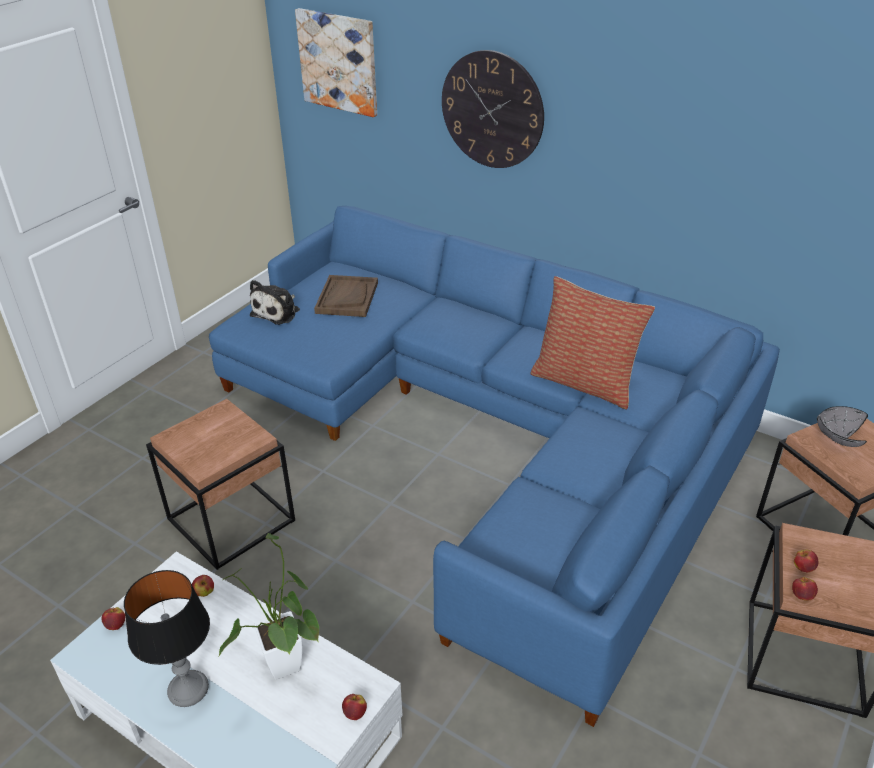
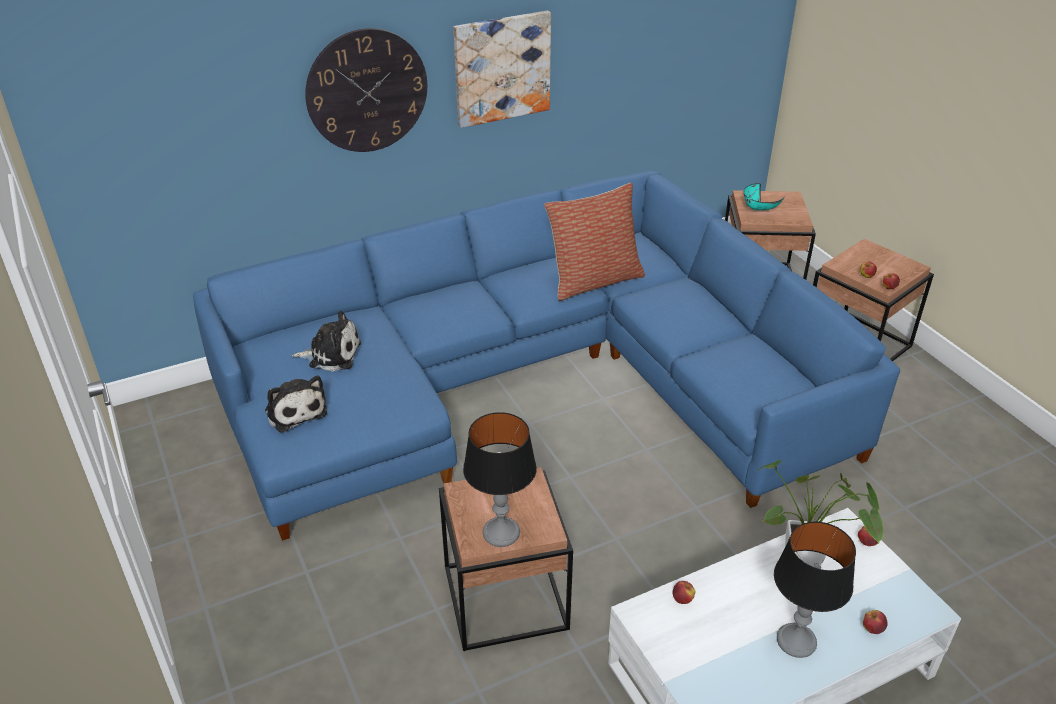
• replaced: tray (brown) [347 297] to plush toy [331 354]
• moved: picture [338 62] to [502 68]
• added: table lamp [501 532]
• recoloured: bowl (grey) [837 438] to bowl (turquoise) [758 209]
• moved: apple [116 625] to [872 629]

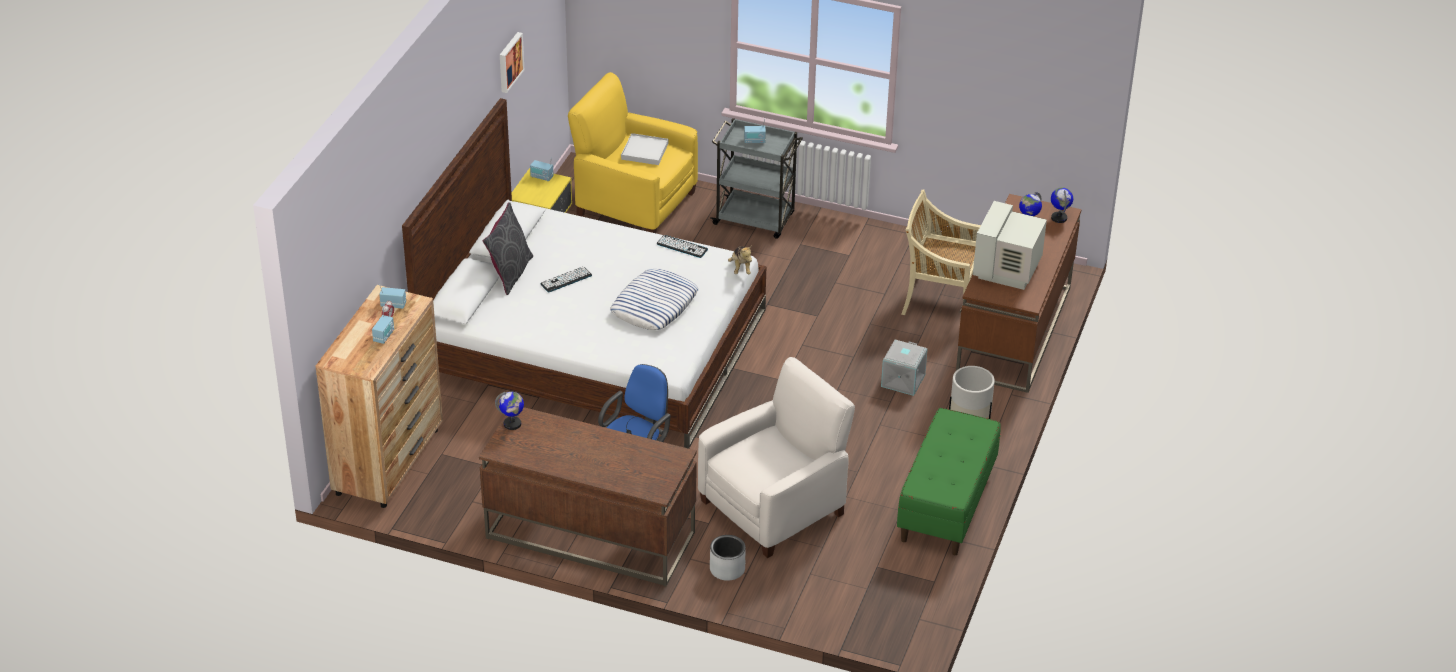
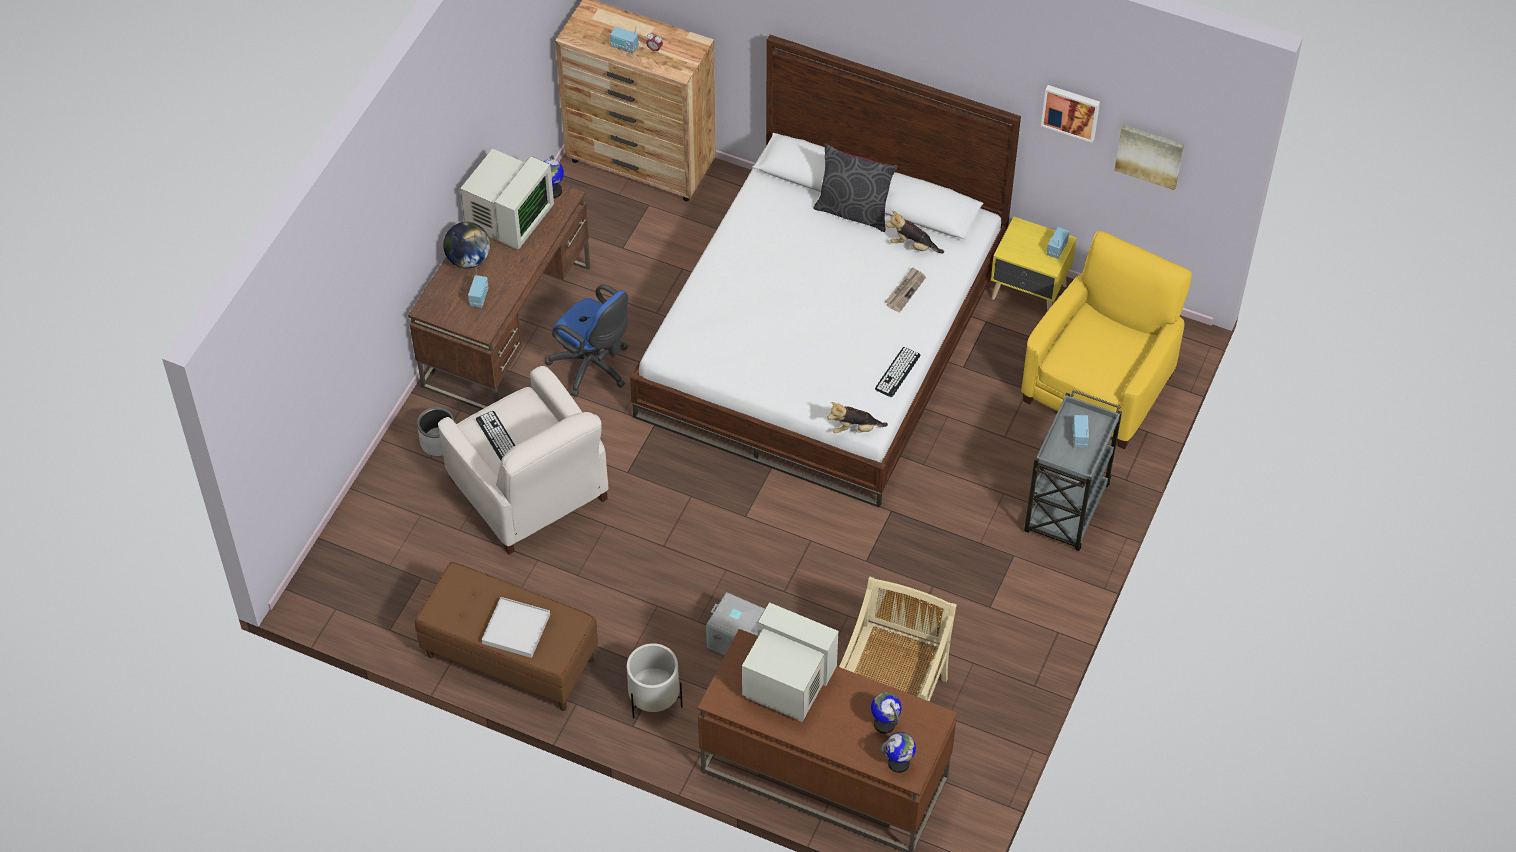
• recoloured: bench (green) [947 505] to bench (brown) [510 657]
• added: globe [468 259]
• added: monitor [508 220]
• moved: radio [393 304] to [479 297]
• moved: keyboard [566 280] to [498 437]
• moved: tray (white) [645 151] to [516 629]
• added: newspaper [905 290]
• added: plush toy [913 246]
• added: picture [1149 155]
• removed: pillow [654 305]

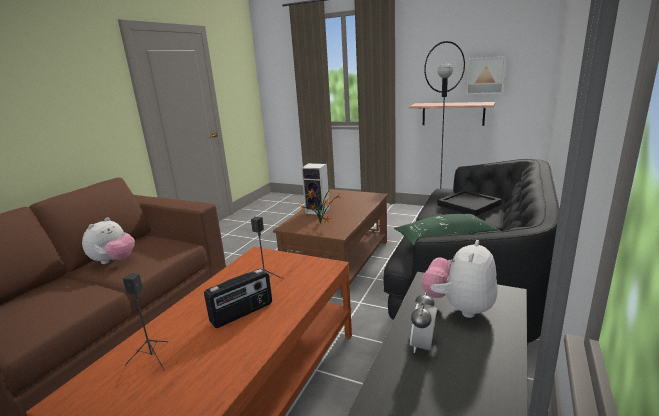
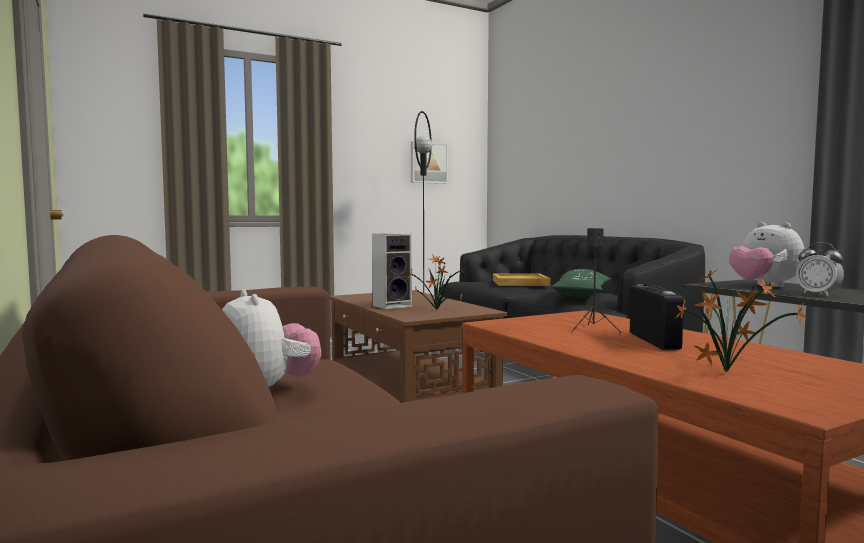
• recoloured: tray (black) [469 205] to tray (beige) [521 282]
• replaced: speaker (black) [153 358] to potted plant [728 372]
• removed: shelf [453 114]

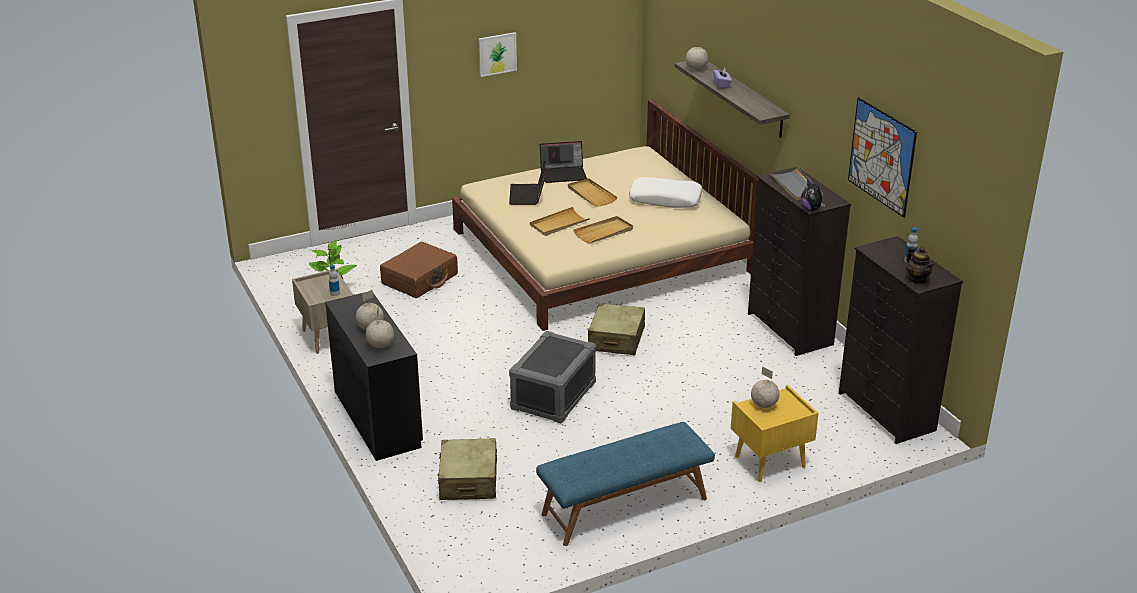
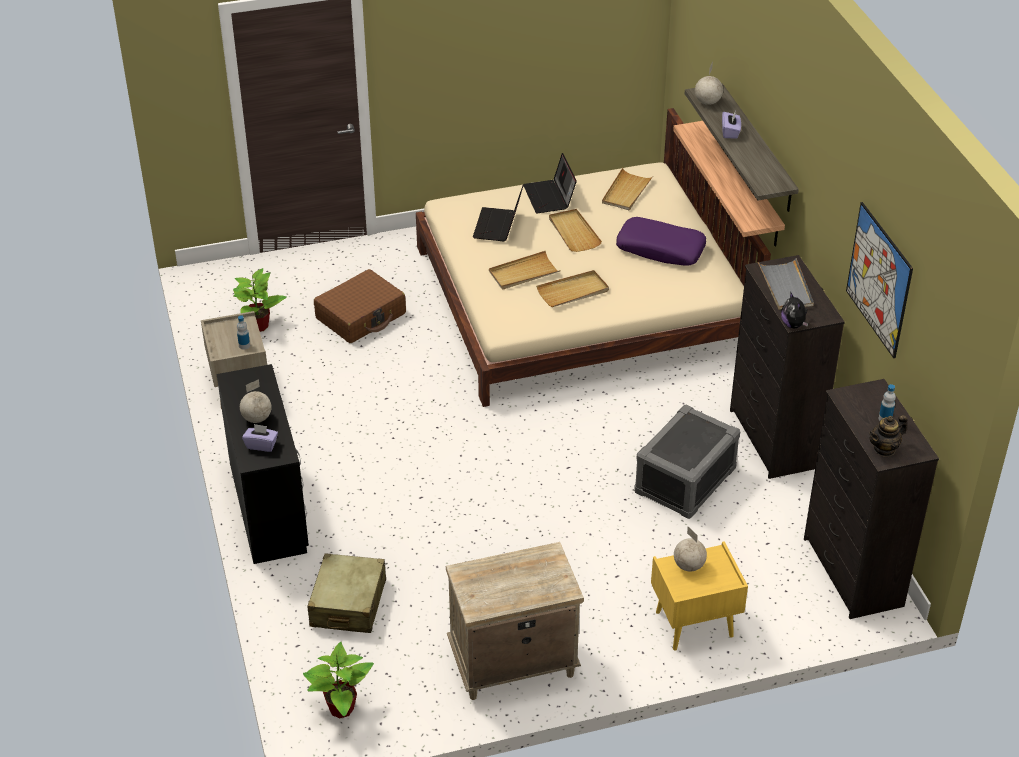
• replaced: globe [380 346] to tissue box (purple) [261 445]
• added: potted plant [340 709]
• replaced: bench (blue) [625 507] to nightstand (beige) [512 663]
• turned: laptop [564 174] = [550 197] 75 degrees clockwise
• added: tray (beige) [626 192]
• recoloured: pillow (white) [665 199] to pillow (purple) [661 249]
• moved: storage box (grey) [553 396] to [685 481]
• added: shelf [745 184]
• turned: teapot [917 279] = [884 449] 75 degrees clockwise
• removed: picture [497 54]
• removed: suitcase (beige) [616 339]

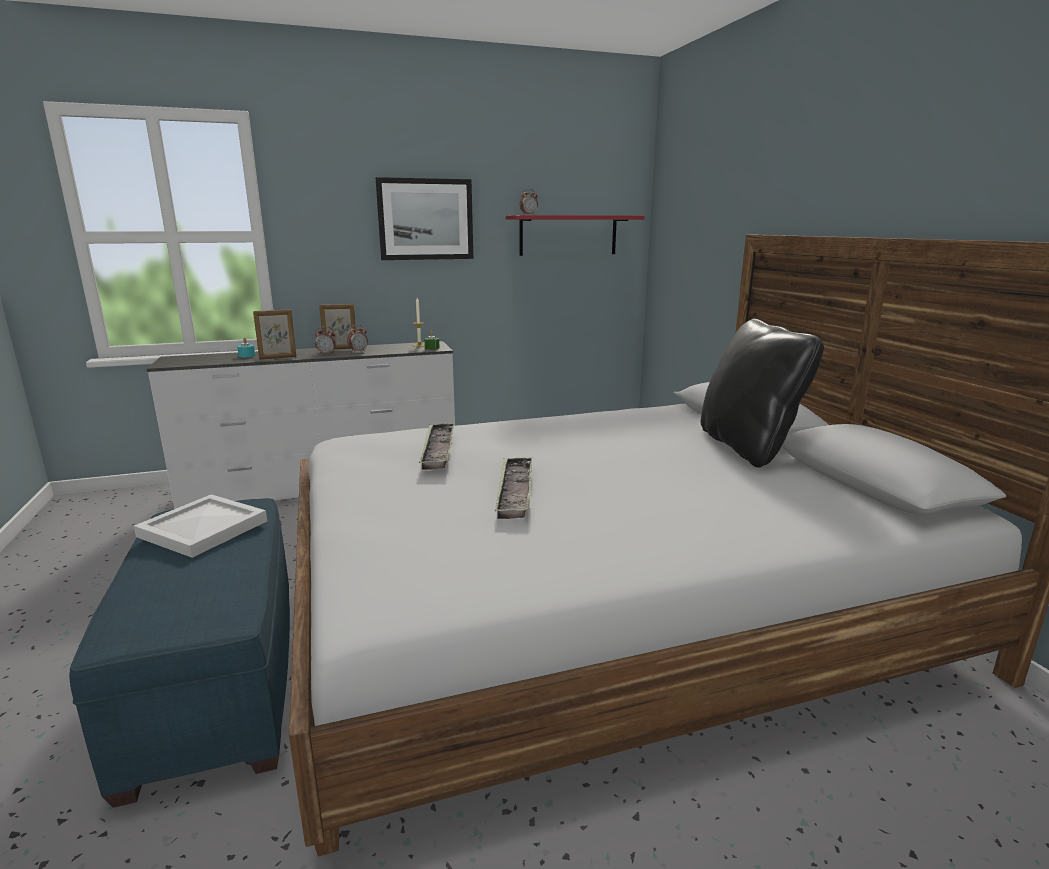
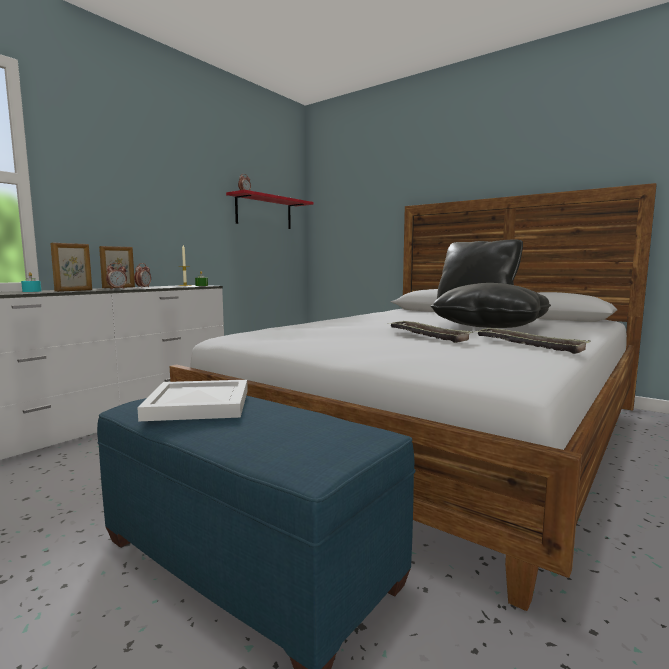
• added: pillow (black) [490 326]
• moved: tray [438 450] to [527 345]
• removed: picture [425 219]

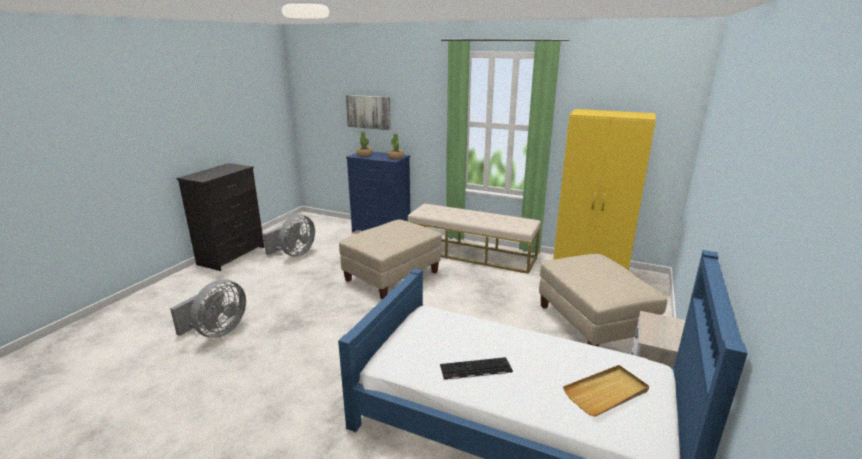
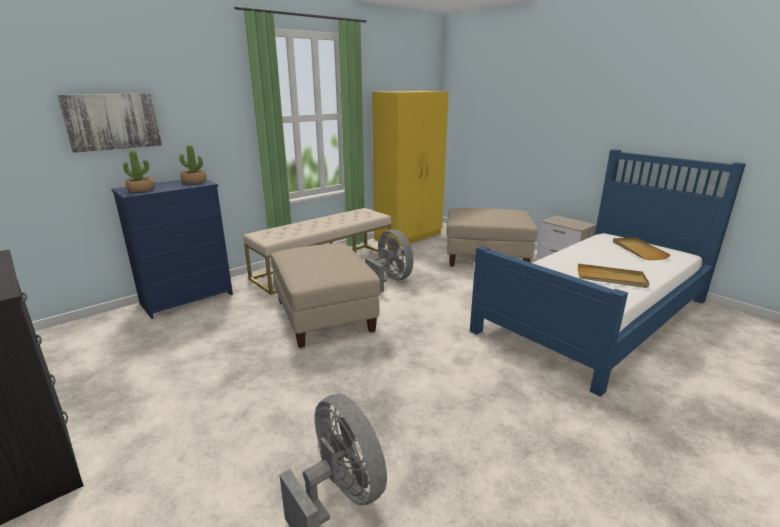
• moved: fan (grey) [294 254] to [390 280]
• replaced: keyboard [475 369] to tray (beige) [611 278]

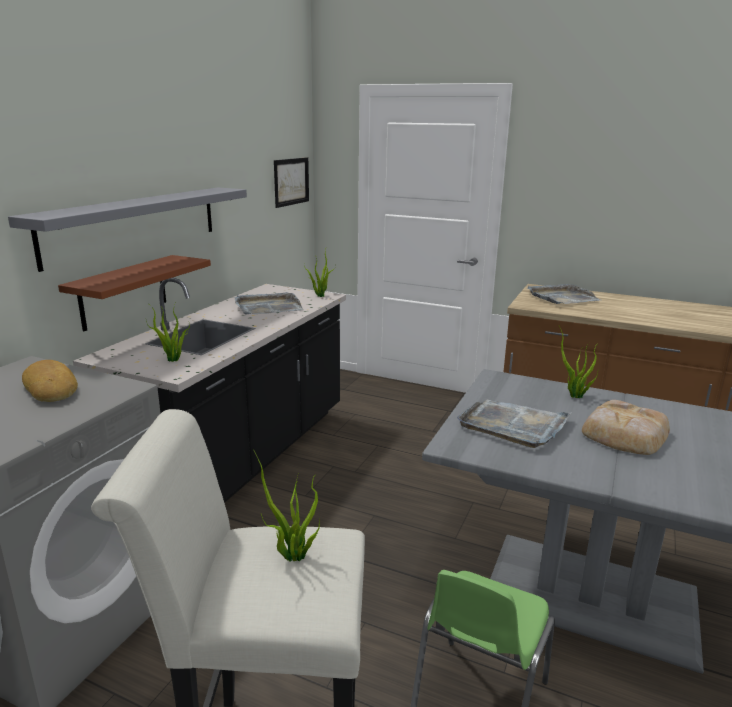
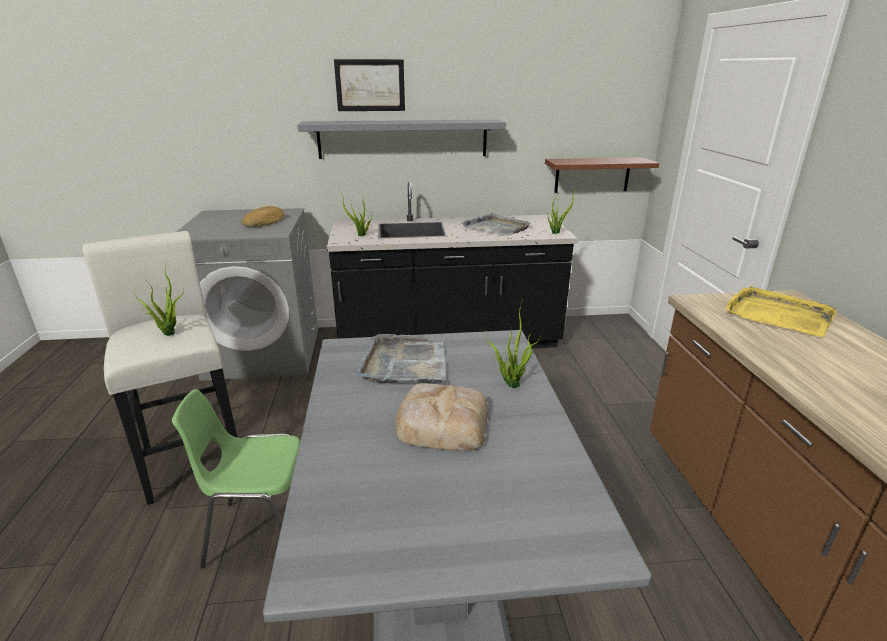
• moved: picture [291 181] to [370 85]
• moved: shelf (brown) [124 292] to [592 175]
• recoloured: tray (grey) [562 297] to tray (yellow) [777 315]

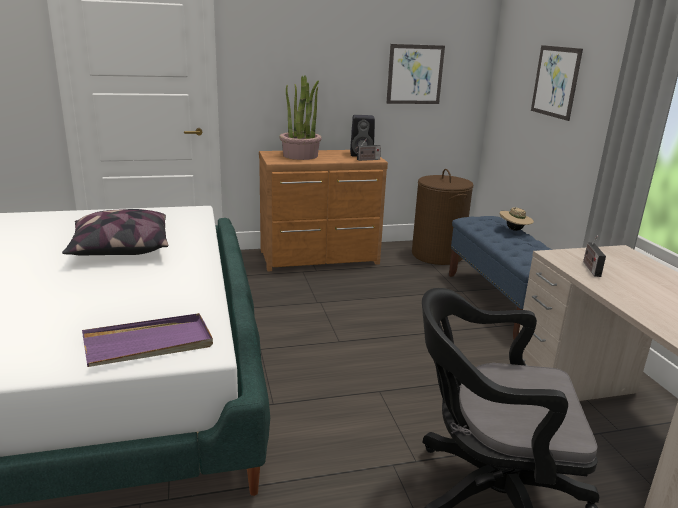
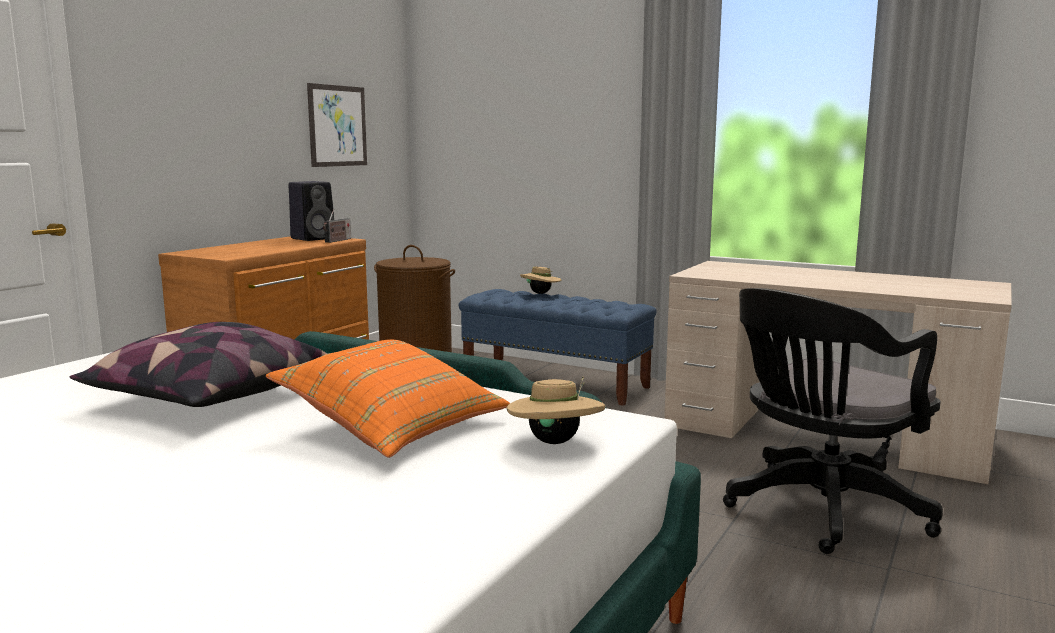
• added: pillow (orange) [392 427]
• replaced: tray (purple) [149 344] to hat (beige) [555 442]
• removed: potted plant [300 156]
• removed: picture [555 81]
• removed: radio [590 268]

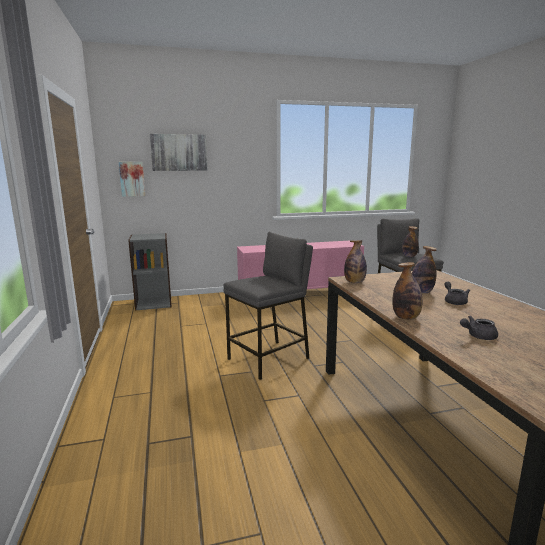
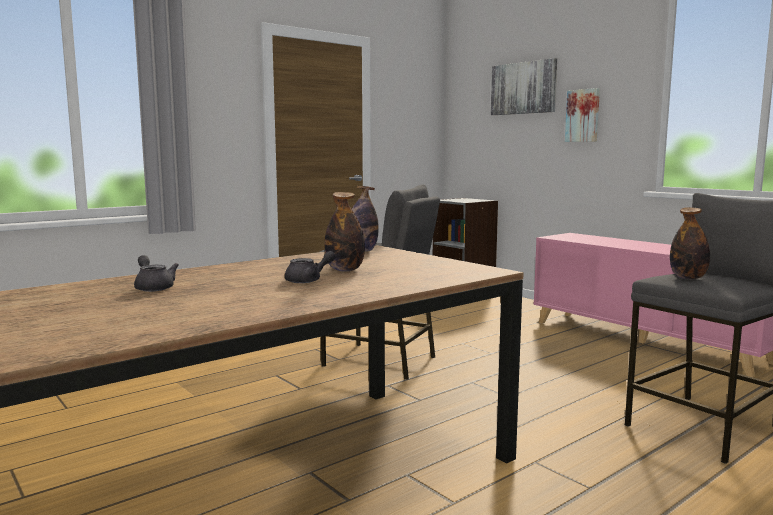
• moved: picture [132 179] to [583 115]
• removed: bottle [406 318]

